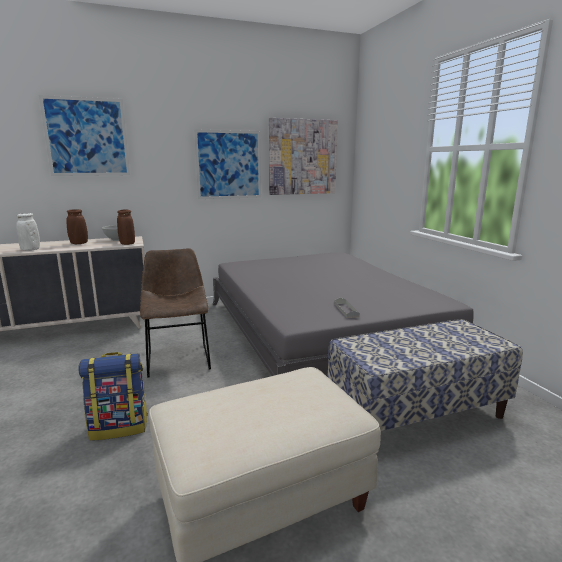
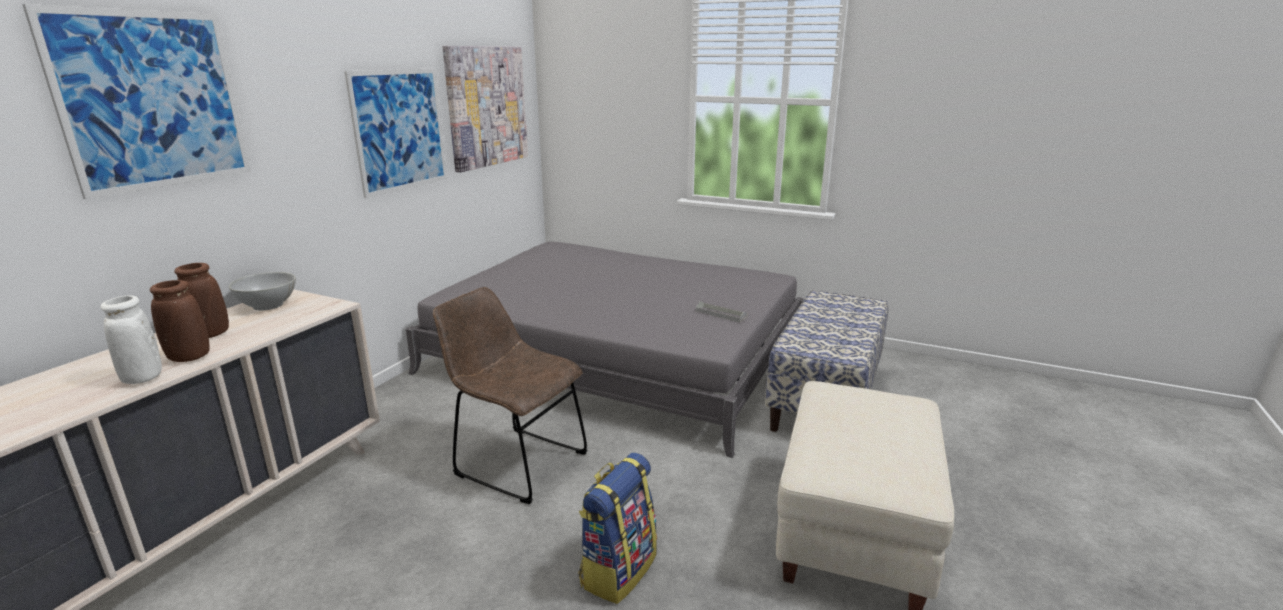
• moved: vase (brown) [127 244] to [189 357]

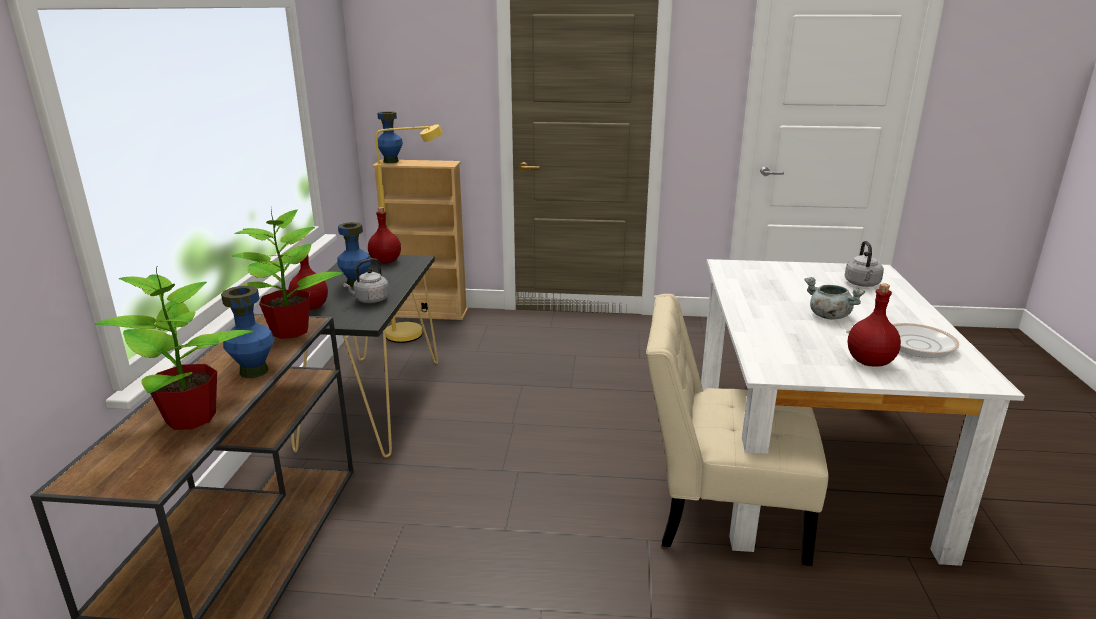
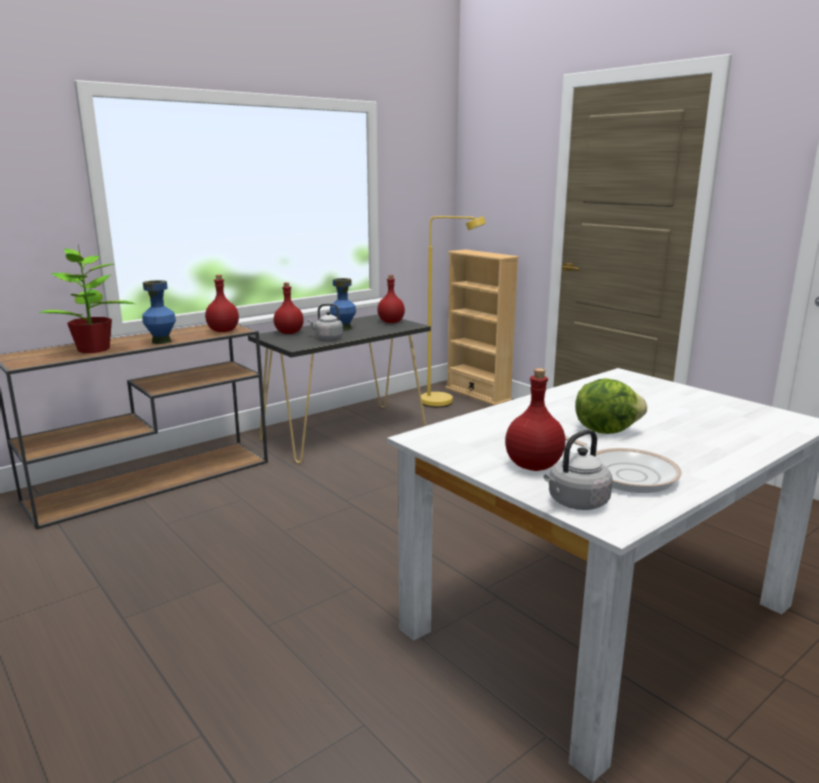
• replaced: potted plant [291 330] to bottle (red) [223 331]
• moved: kettle (grey) [862 284] to [575 503]
• replaced: cooking pot (grey) [828 316] to lettuce [605 430]
• removed: vase (blue) [391 161]
• removed: chair (beige) [720 509]

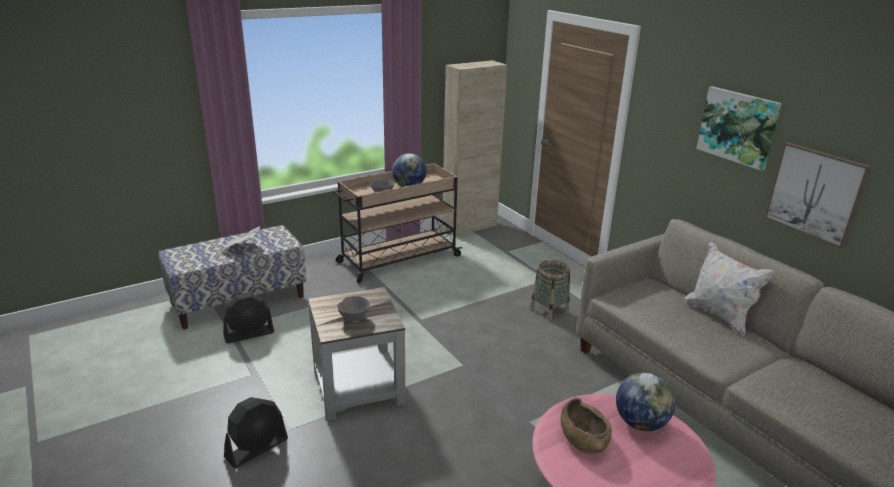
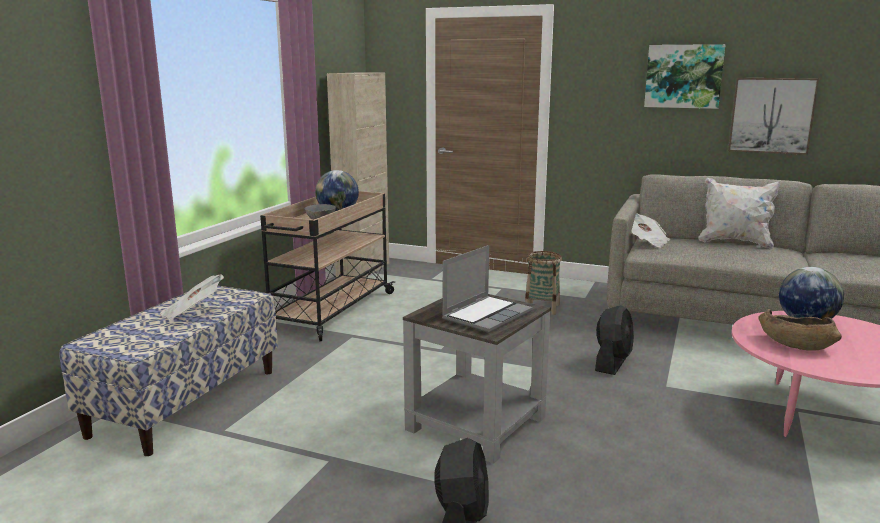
• replaced: bowl (grey) [354 318] to laptop [487 315]
• moved: fan (black) [249 334] to [612 362]
• added: newspaper [646 241]

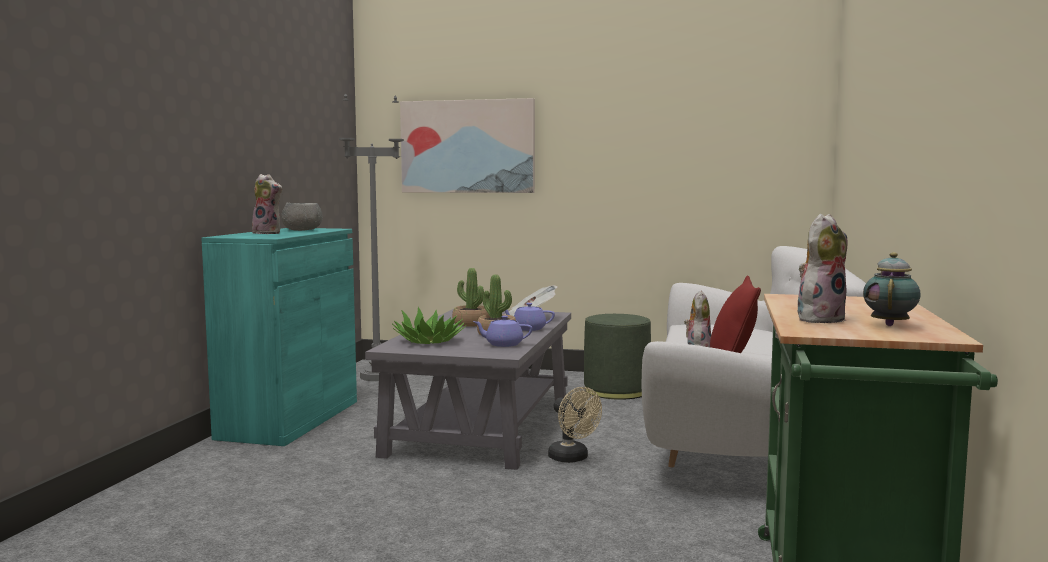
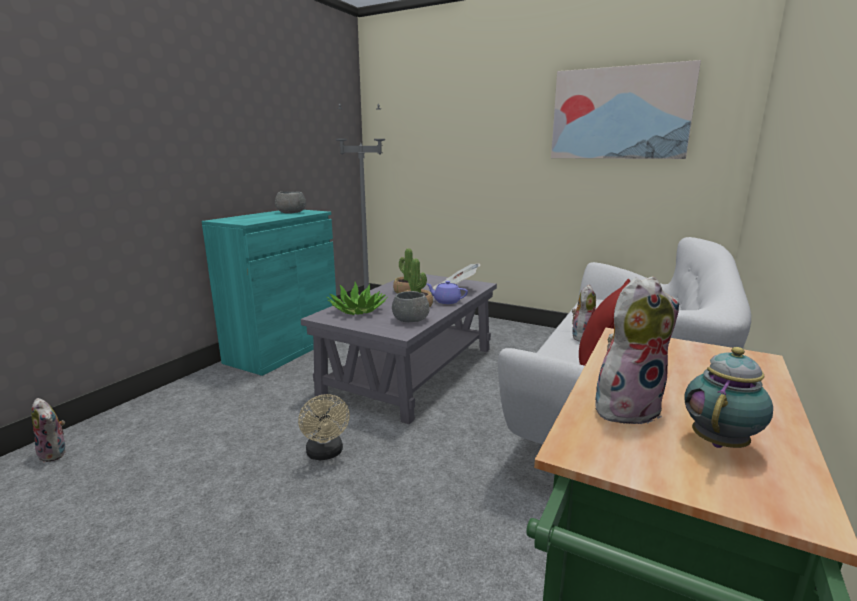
• moved: plush toy [269 233] to [55 453]
• moved: fan (beige) [572 458] to [326 454]
• replaced: teapot (purple) [503 344] to bowl (grey) [411 319]
• moved: picture [467 146] to [620 113]
• removed: ottoman (green) [616 391]

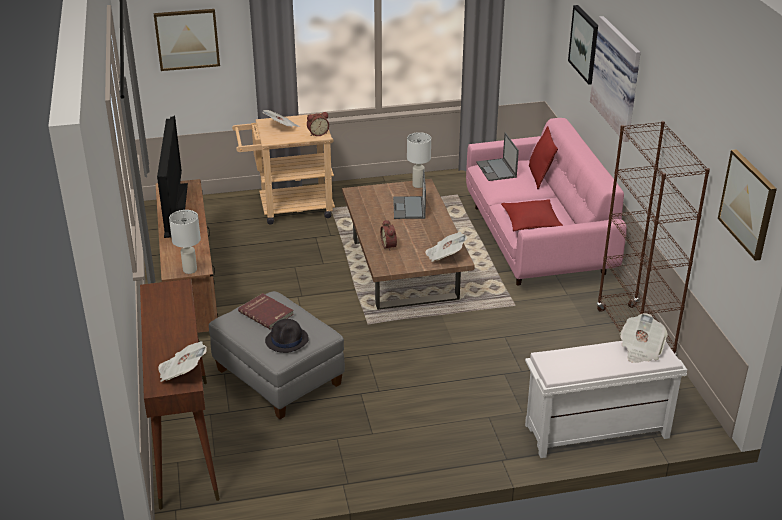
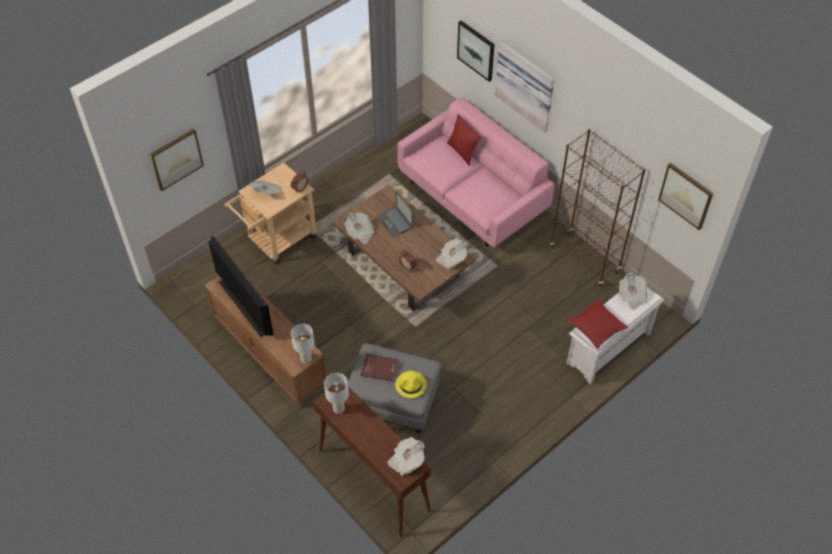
• moved: table lamp (white) [418 185] to [339 409]
• added: newspaper [360 233]
• recoloured: hat (black) [287 340] to hat (yellow) [411 384]
• moved: pillow (red) [531 222] to [596 327]
• removed: laptop [496 170]

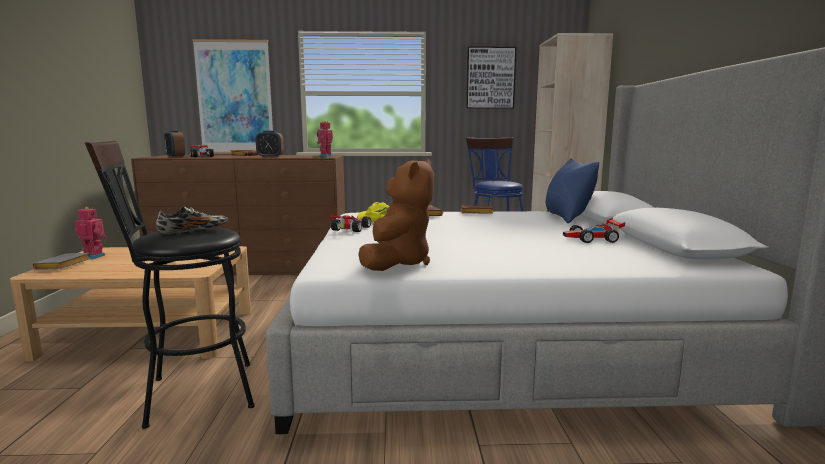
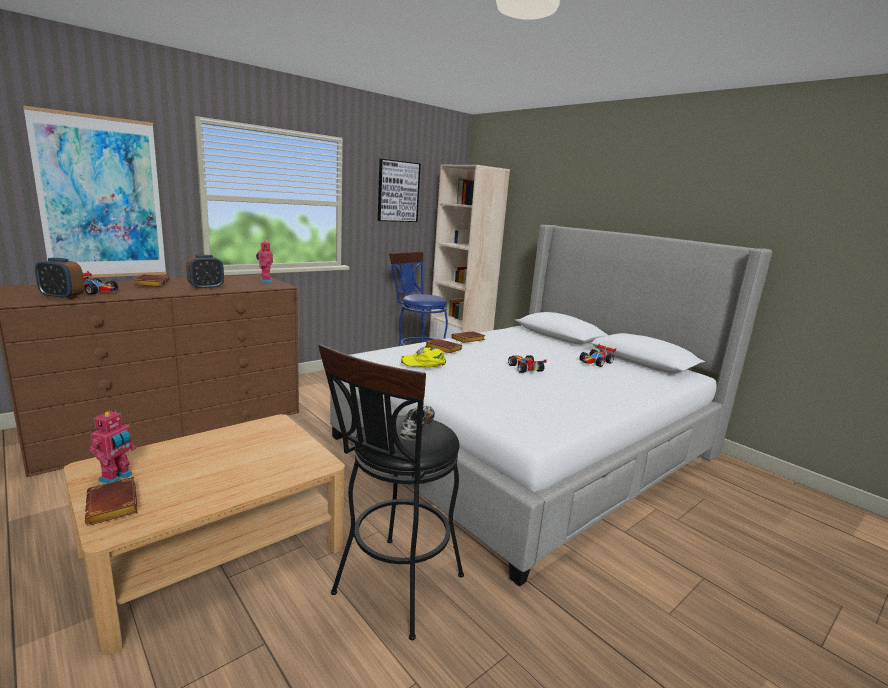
• recoloured: book (grey) [63 266] to book (brown) [115 506]
• turned: toy robot [94 256] = [117 478] 135 degrees clockwise
• moved: toy car [350 228] to [524 368]
• removed: plush toy (brown) [397 263]
• removed: pillow (blue) [567 217]

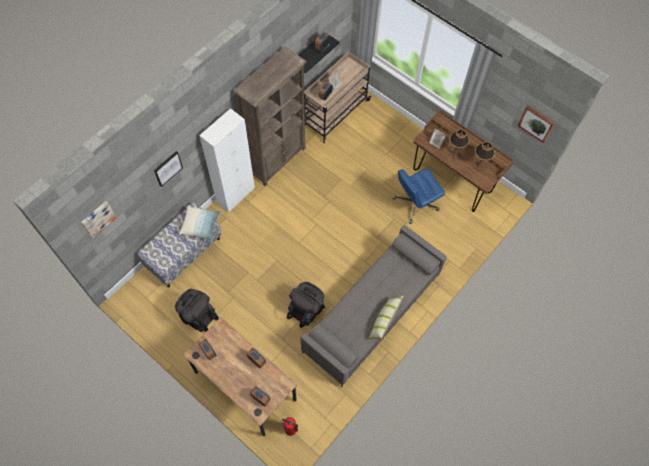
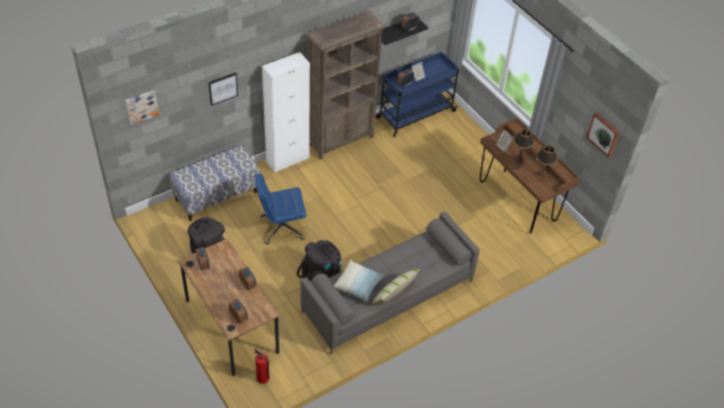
• moved: office chair (blue) [415 204] to [281 227]
• moved: pillow [200 225] to [358 285]
• recoloured: cart (beige) [334 114] to cart (blue) [415 115]

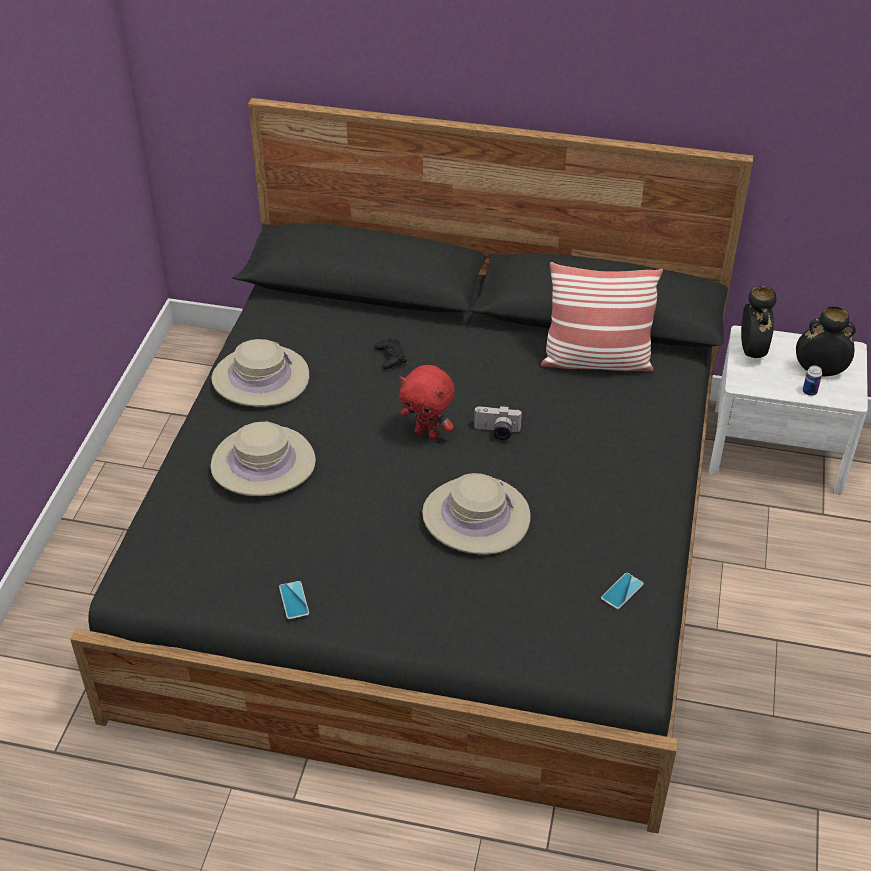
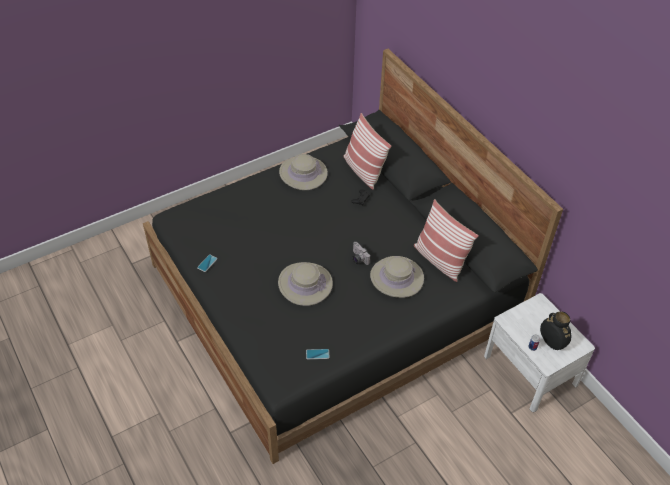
• added: pillow [363 171]
• moved: hat (beige) [263 463] to [396 277]
• removed: plush toy (red) [427 433]
• removed: vase (black) [752 351]

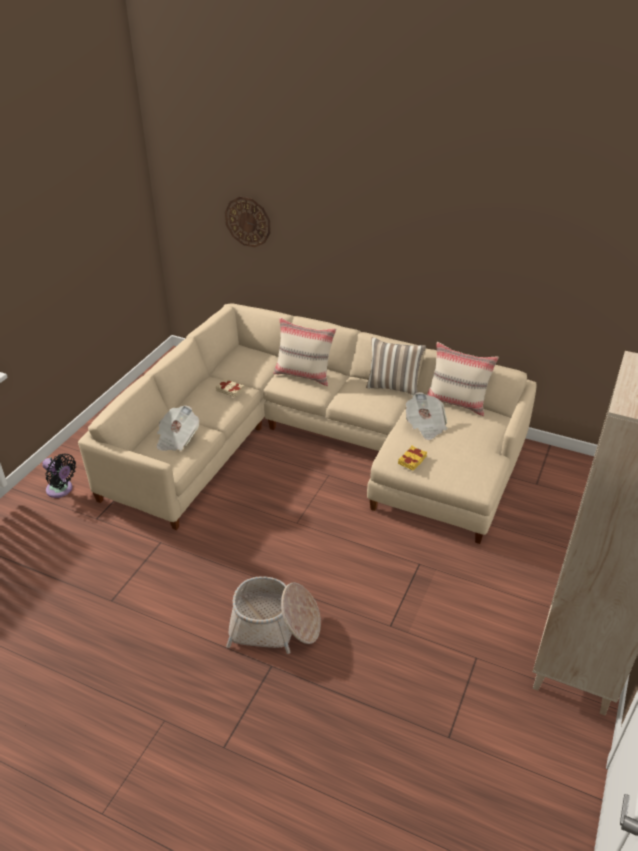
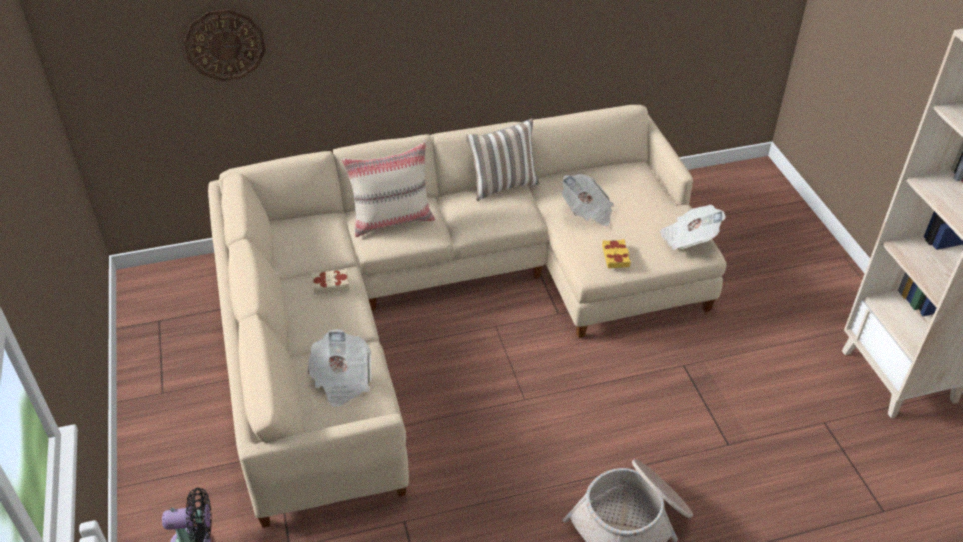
• added: newspaper [689 239]
• removed: pillow (beige) [457 402]

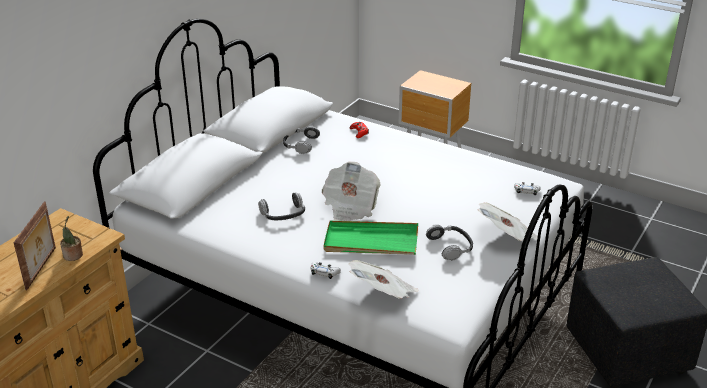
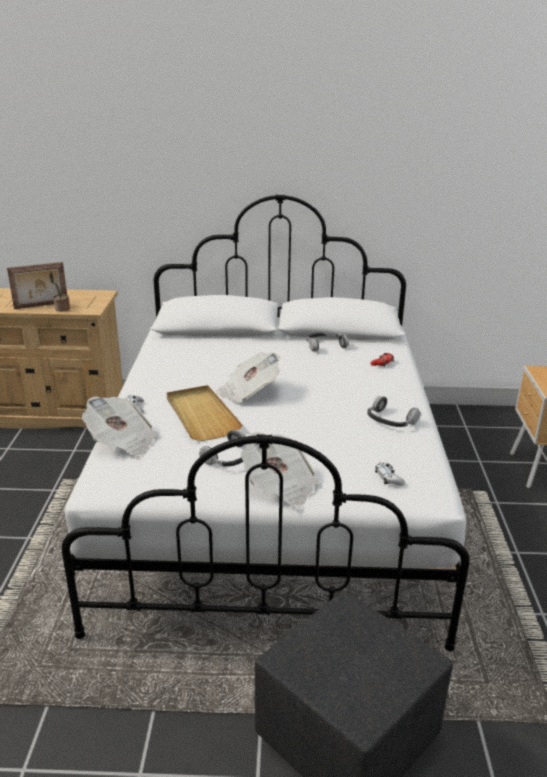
• recoloured: tray (green) [371 241] to tray (beige) [201 415]
• moved: headphones [283 214] to [391 420]

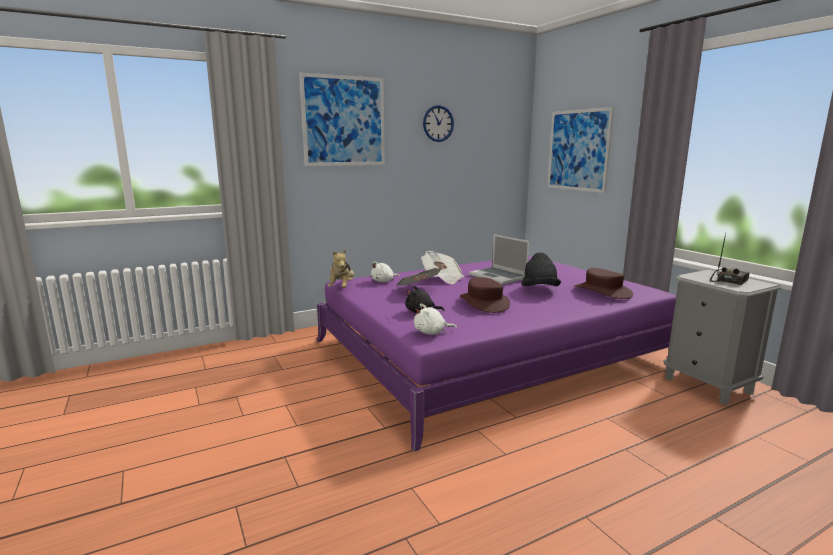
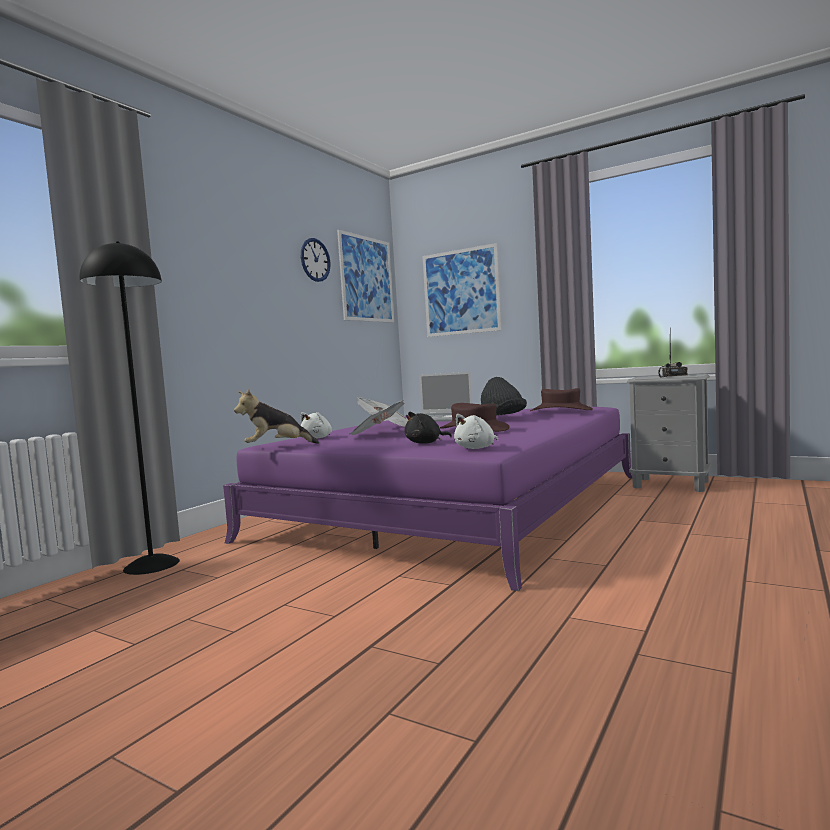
• added: floor lamp (black) [152 565]
• turned: plush toy [342 287] = [276 447] 105 degrees clockwise
• moved: picture [344 121] to [366 279]

